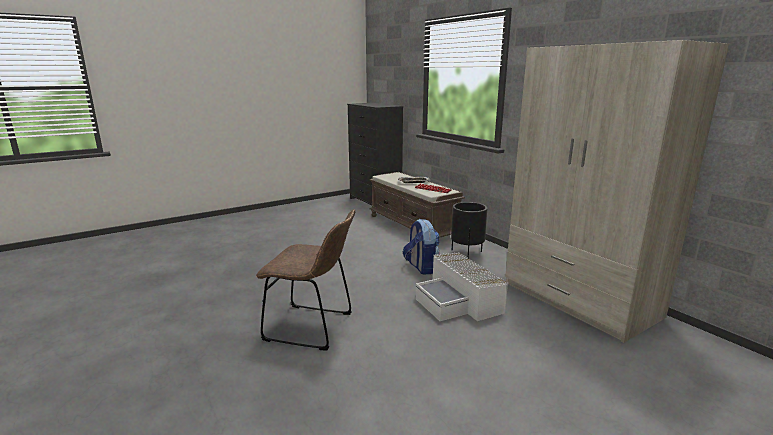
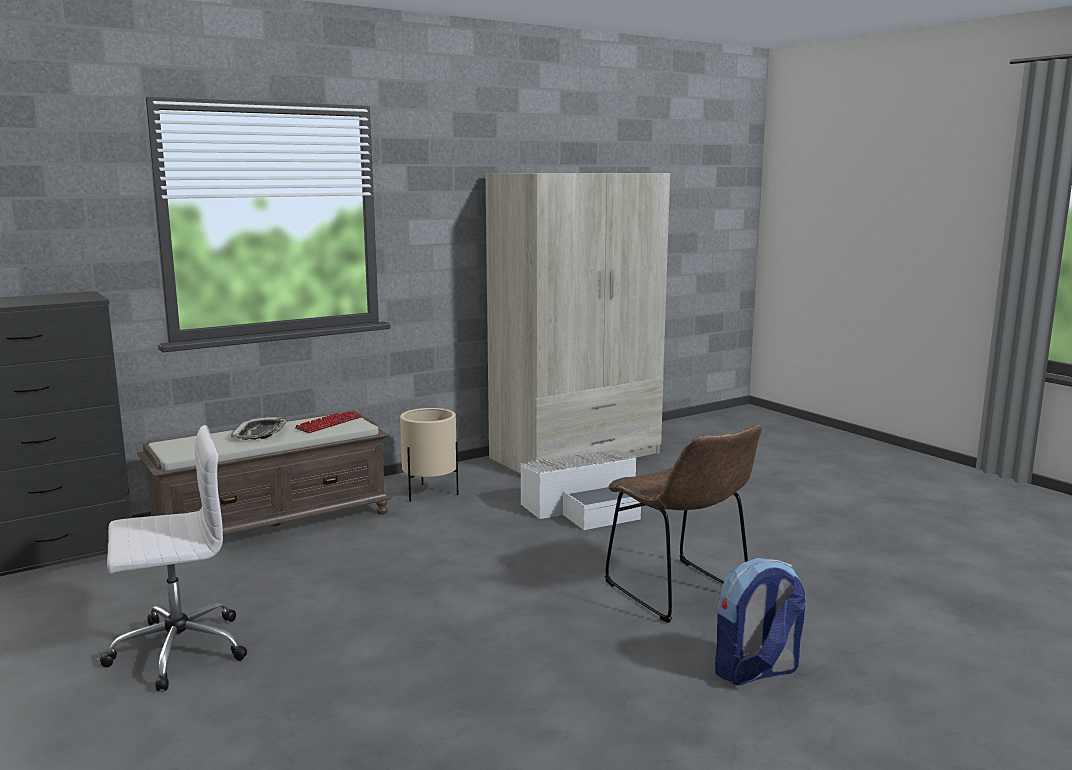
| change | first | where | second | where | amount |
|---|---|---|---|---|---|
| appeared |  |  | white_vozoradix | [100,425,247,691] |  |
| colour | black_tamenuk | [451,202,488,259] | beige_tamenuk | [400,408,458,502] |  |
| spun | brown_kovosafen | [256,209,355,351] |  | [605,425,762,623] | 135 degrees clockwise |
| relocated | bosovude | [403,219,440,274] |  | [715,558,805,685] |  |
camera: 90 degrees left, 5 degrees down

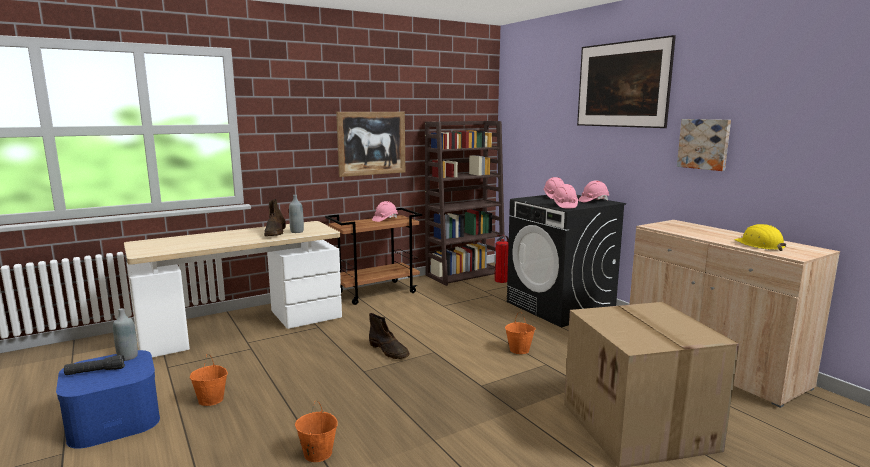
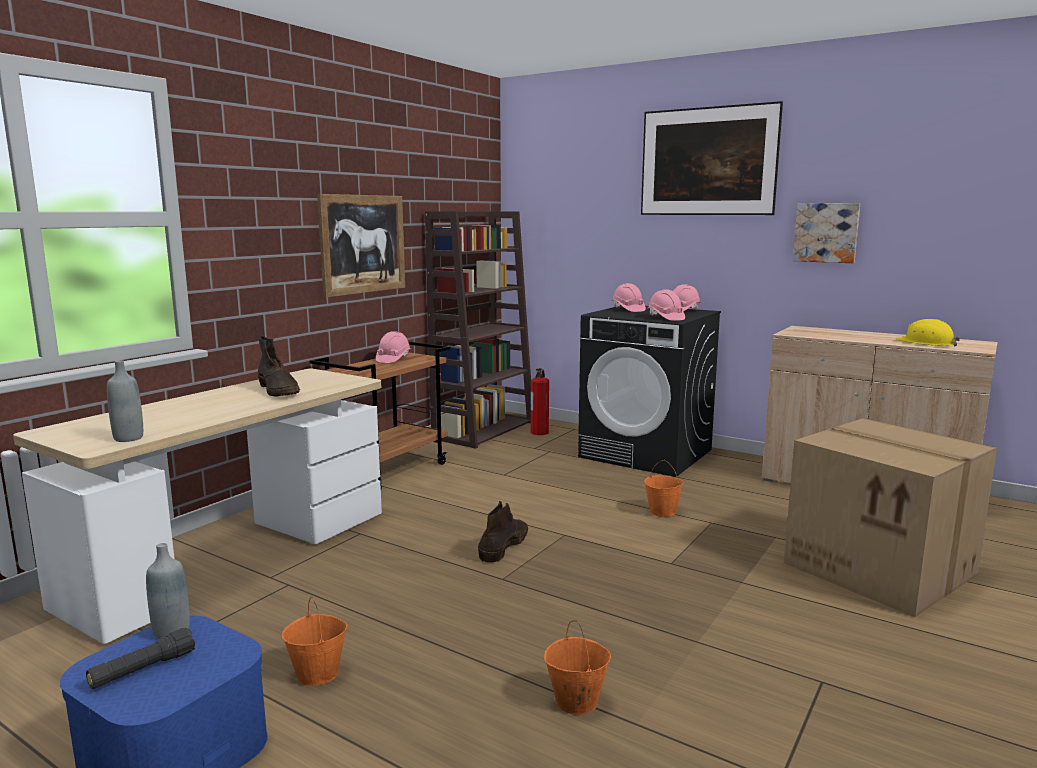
| change | first | where | second | where | amount |
|---|---|---|---|---|---|
| relocated | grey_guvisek | [289,195,304,233] |  | [107,360,143,442] |  |
| spun | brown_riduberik | [369,313,410,359] |  | [478,501,528,563] | 90 degrees counterclockwise |
camera: 25 degrees left, 0 degrees up

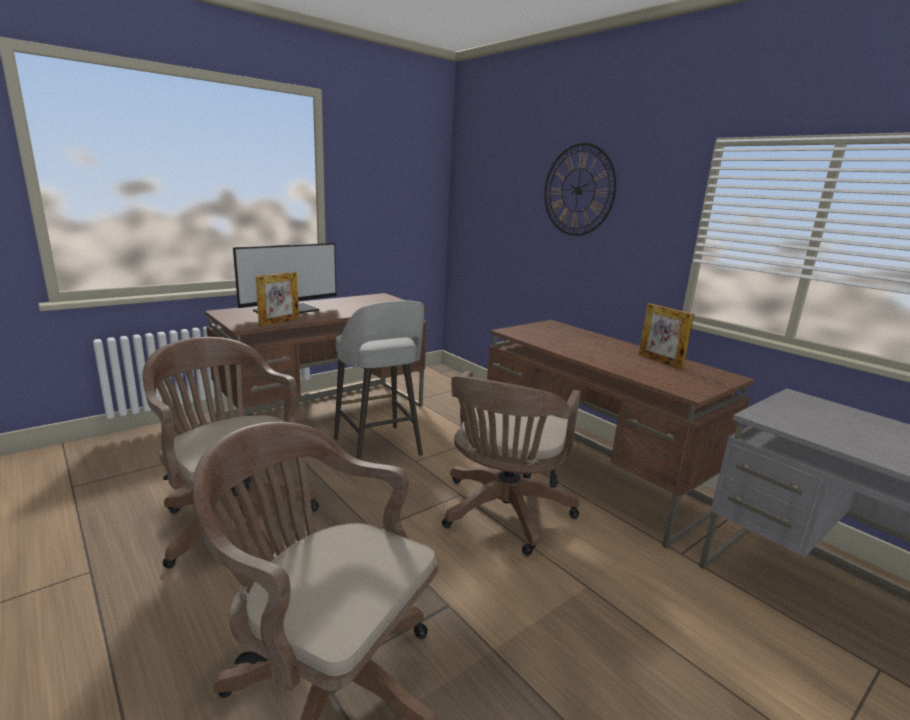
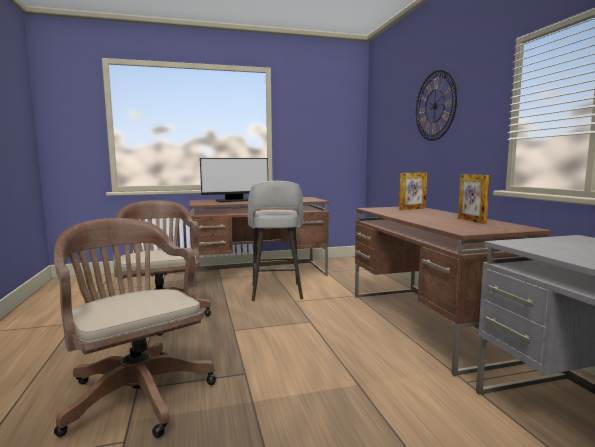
| change | first | where | second | where | amount |
|---|---|---|---|---|---|
| relocated | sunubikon | [256,272,299,326] |  | [399,172,427,210] |  |
| missing | brown_vozoradix | [442,371,580,556] |  |  |  |
camera: 25 degrees right, 10 degrees down

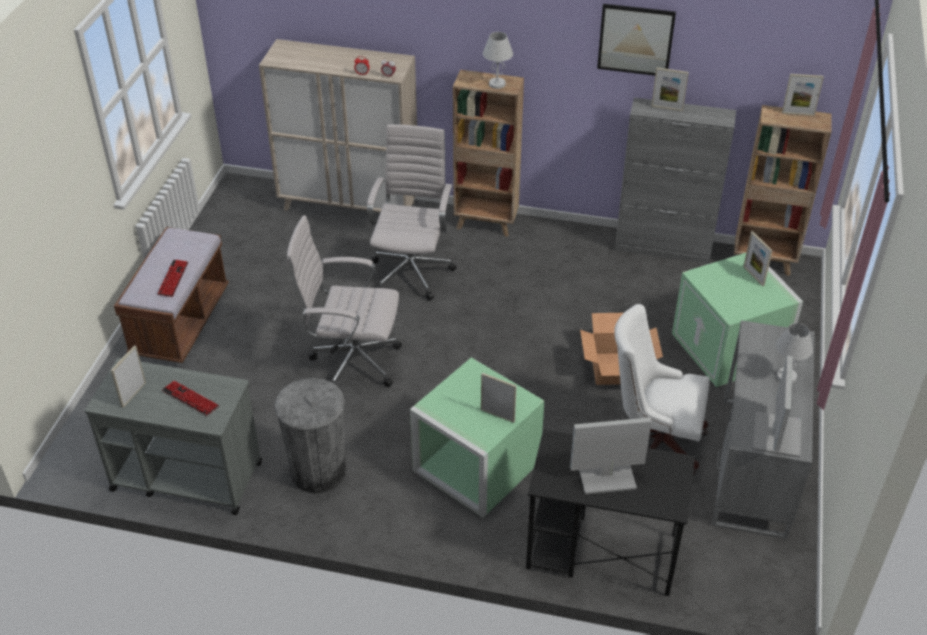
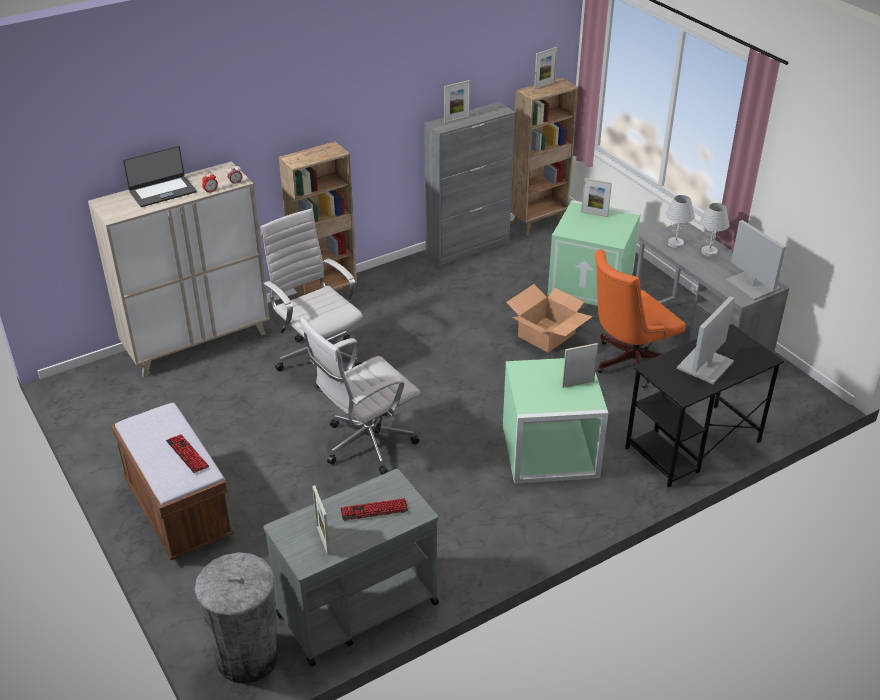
| change | first | where | second | where | amount |
|---|---|---|---|---|---|
| appeared |  |  | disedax | [123,146,197,207] |  |
| relocated | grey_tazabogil | [274,378,346,493] |  | [195,553,279,684] |  |
| colour | white_vozoradix | [614,304,710,475] | orange_vozoradix | [595,249,686,388] |  |
| relocated | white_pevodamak | [483,32,513,89] |  | [665,195,695,248] |  |
| missing | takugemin | [597,4,676,76] |  |  |  |
camera: 45 degrees left, 5 degrees down

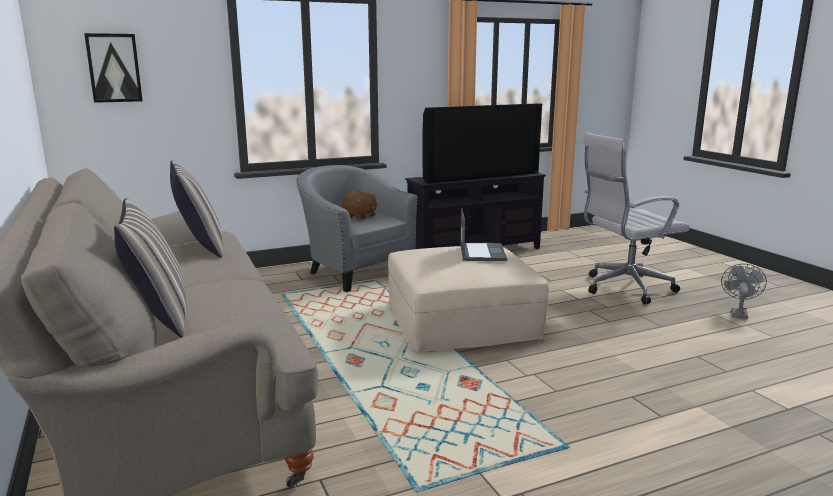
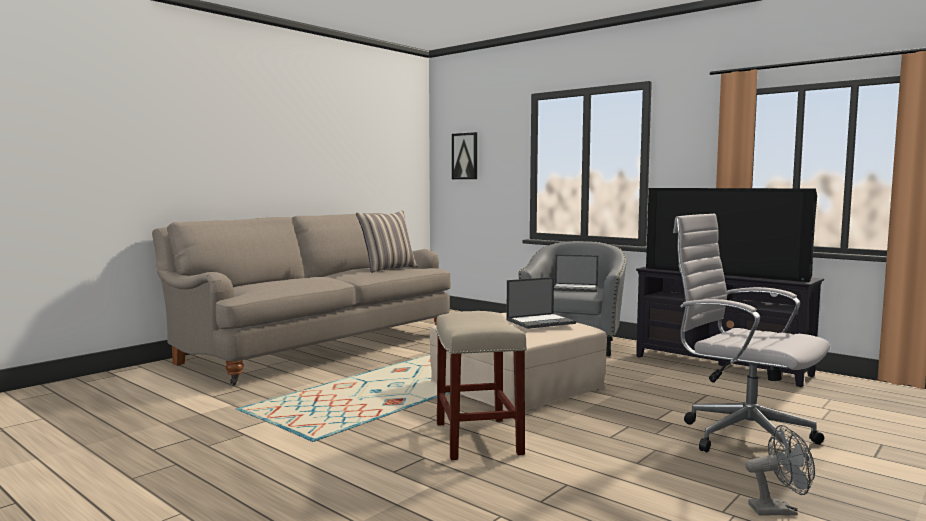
| change | first | where | second | where | amount |
|---|---|---|---|---|---|
| appeared |  |  | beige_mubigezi | [436,311,527,460] |  |
| exchanged | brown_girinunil | [342,191,377,220] | disedax | [554,254,598,292] |  |
| missing | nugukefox | [114,198,186,338] |  |  |  |
camera: 65 degrees right, 10 degrees down

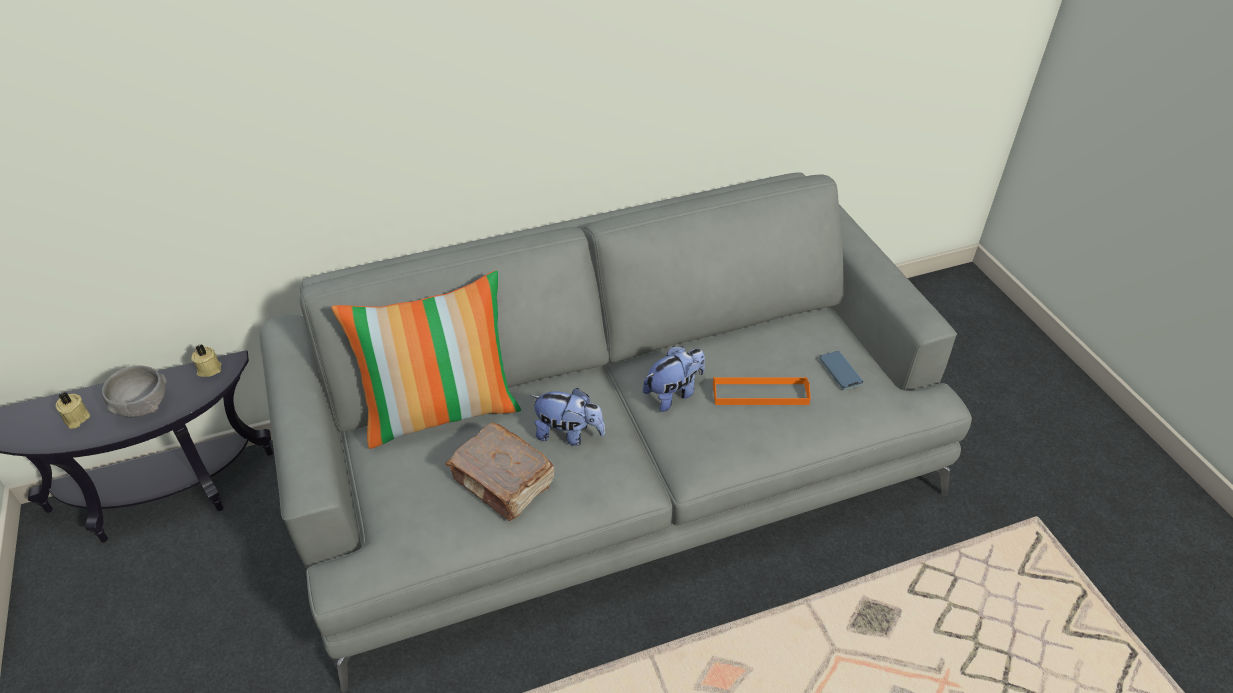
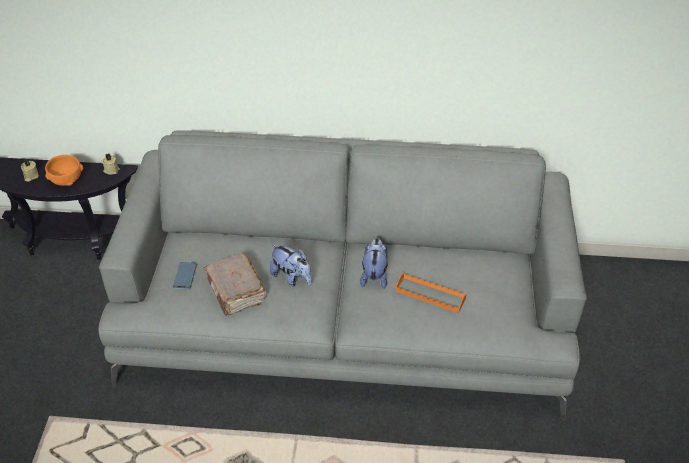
| change | first | where | second | where | amount |
|---|---|---|---|---|---|
| colour | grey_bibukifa | [102,365,167,418] | orange_bibukifa | [45,155,83,186] |  |
| relocated | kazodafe | [819,351,863,390] |  | [173,262,197,289] |  |
| spun | girinunil | [643,346,705,412] |  | [360,238,388,289] | 75 degrees counterclockwise |
| missing | nugukefox | [331,271,521,449] |  |  |  |
camera: 25 degrees right, 0 degrees up

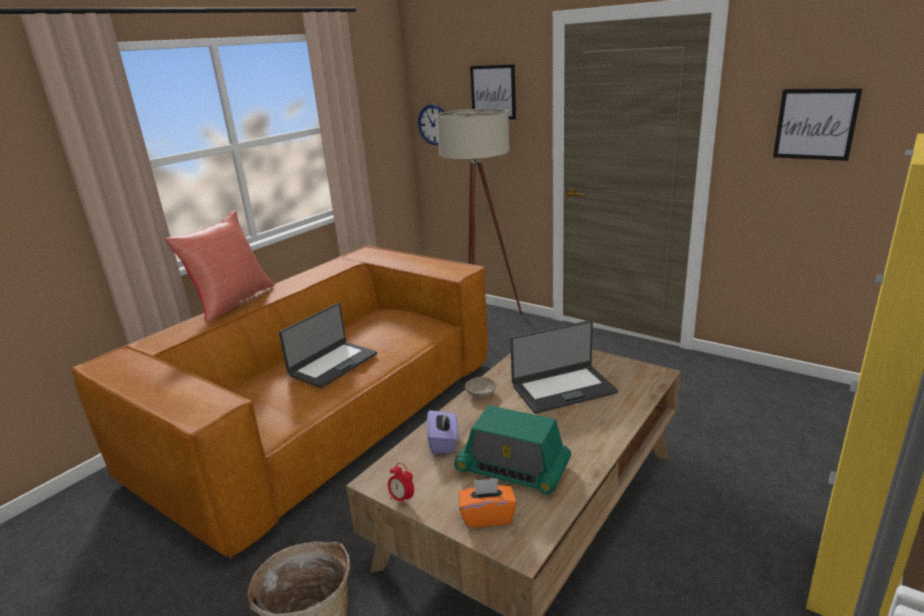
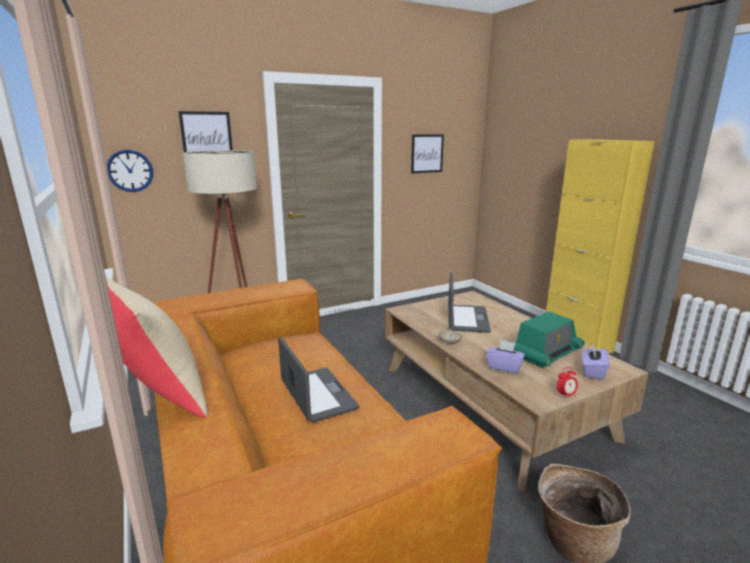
| change | first | where | second | where | amount |
|---|---|---|---|---|---|
| colour | red_nugukefox | [164,210,275,324] | beige_nugukefox | [106,276,208,418] |  |
| colour | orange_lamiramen | [459,478,517,528] | purple_lamiramen | [582,343,609,380] |  |
camera: 65 degrees left, 5 degrees down

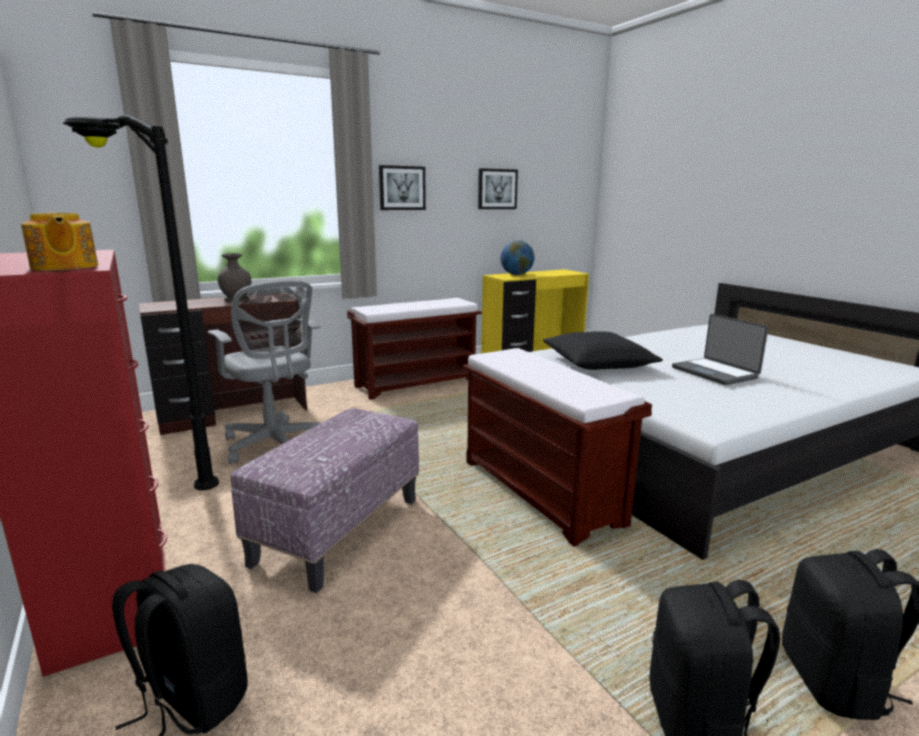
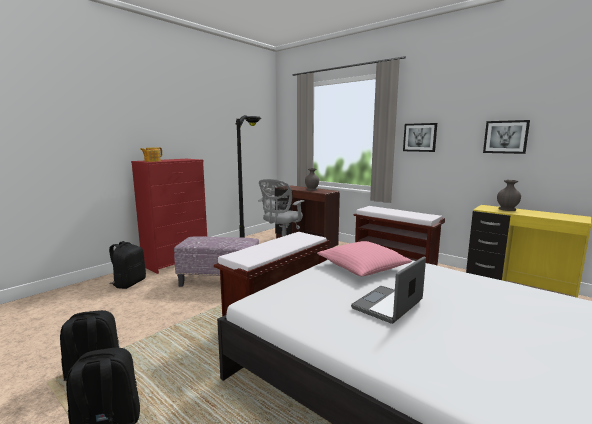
| change | first | where | second | where | amount |
|---|---|---|---|---|---|
| colour | black_nugukefox | [543,331,663,370] | pink_nugukefox | [317,241,412,276] |  |
| exchanged | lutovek | [500,240,534,275] | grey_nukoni | [497,180,521,211] |  |
camera: 70 degrees right, 5 degrees down

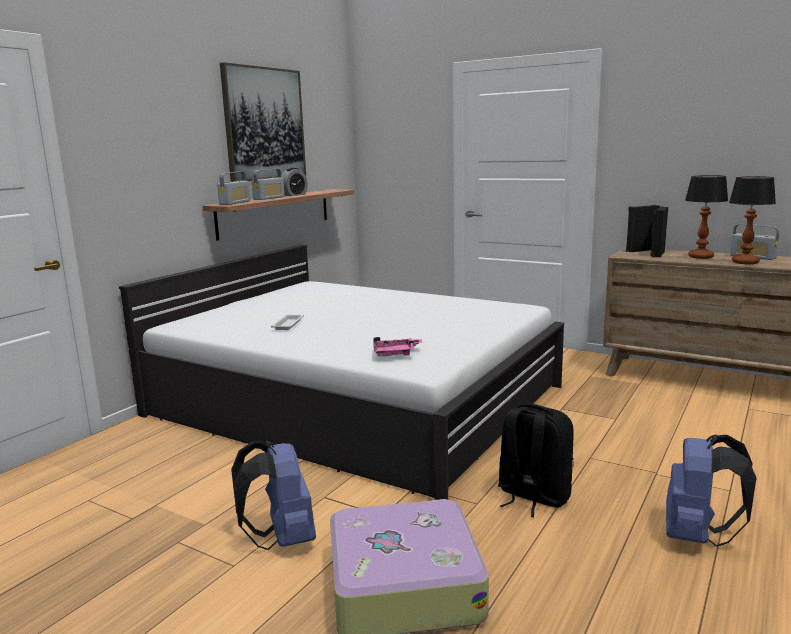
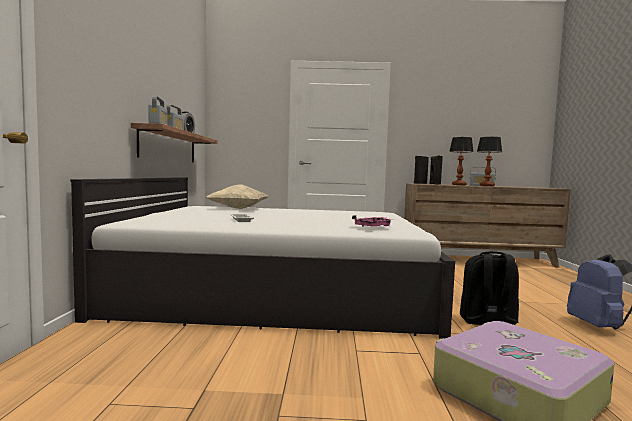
| change | first | where | second | where | amount |
|---|---|---|---|---|---|
| appeared |  |  | beige_nugukefox | [206,184,268,209] |  |
| missing | takugemin | [220,62,306,182] |  |  |  |
| missing | blue_bosovude | [231,441,316,550] |  |  |  |
camera: 30 degrees left, 10 degrees down

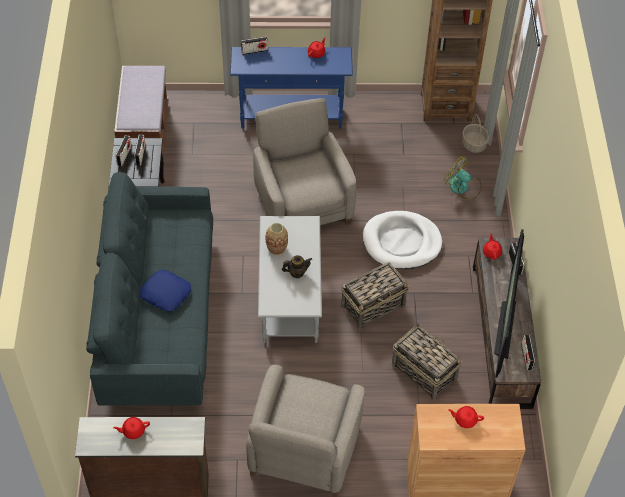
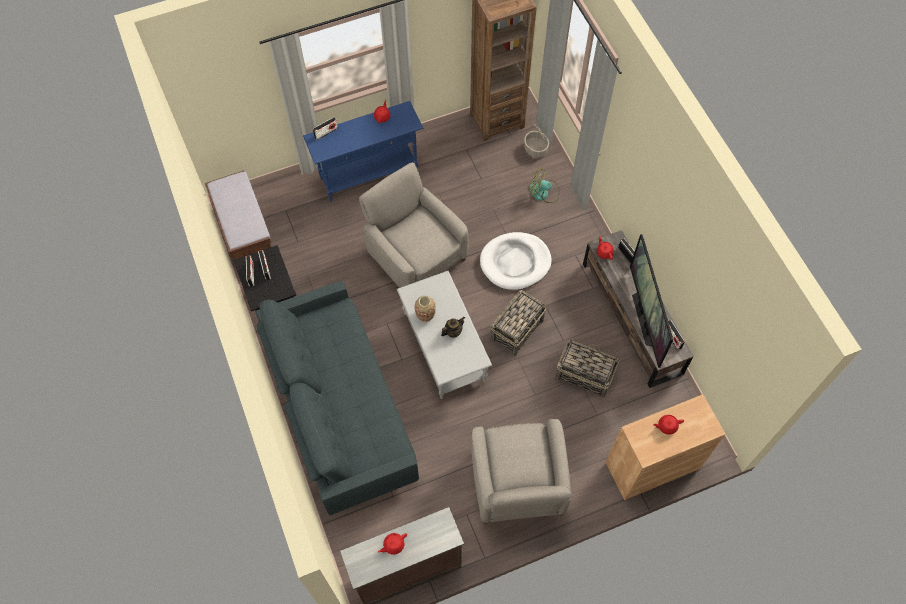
| change | first | where | second | where | amount |
|---|---|---|---|---|---|
| missing | blue_nugukefox | [140,270,191,311] |  |  |  |
camera: 20 degrees left, 10 degrees up

